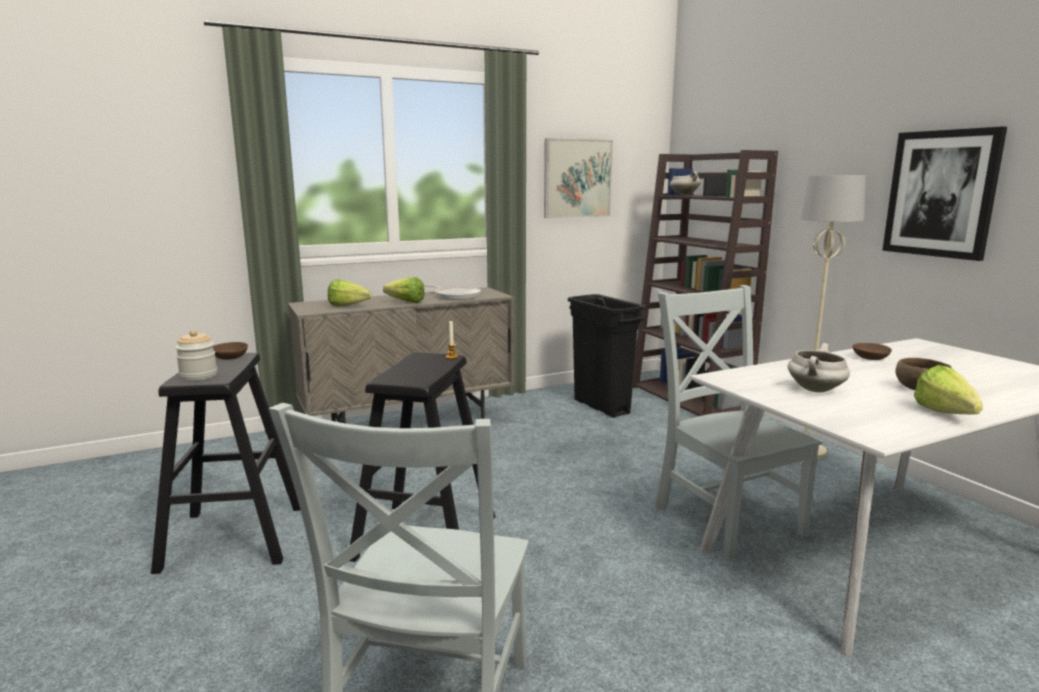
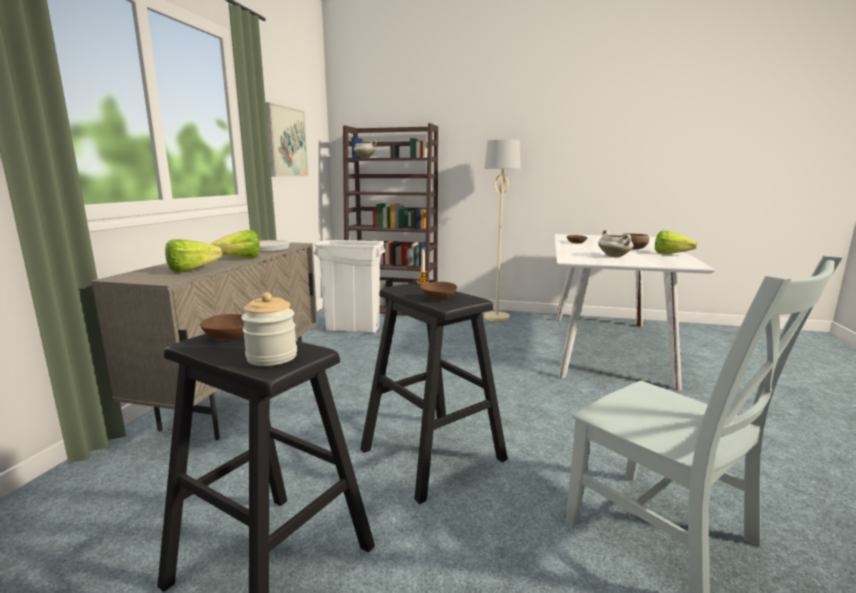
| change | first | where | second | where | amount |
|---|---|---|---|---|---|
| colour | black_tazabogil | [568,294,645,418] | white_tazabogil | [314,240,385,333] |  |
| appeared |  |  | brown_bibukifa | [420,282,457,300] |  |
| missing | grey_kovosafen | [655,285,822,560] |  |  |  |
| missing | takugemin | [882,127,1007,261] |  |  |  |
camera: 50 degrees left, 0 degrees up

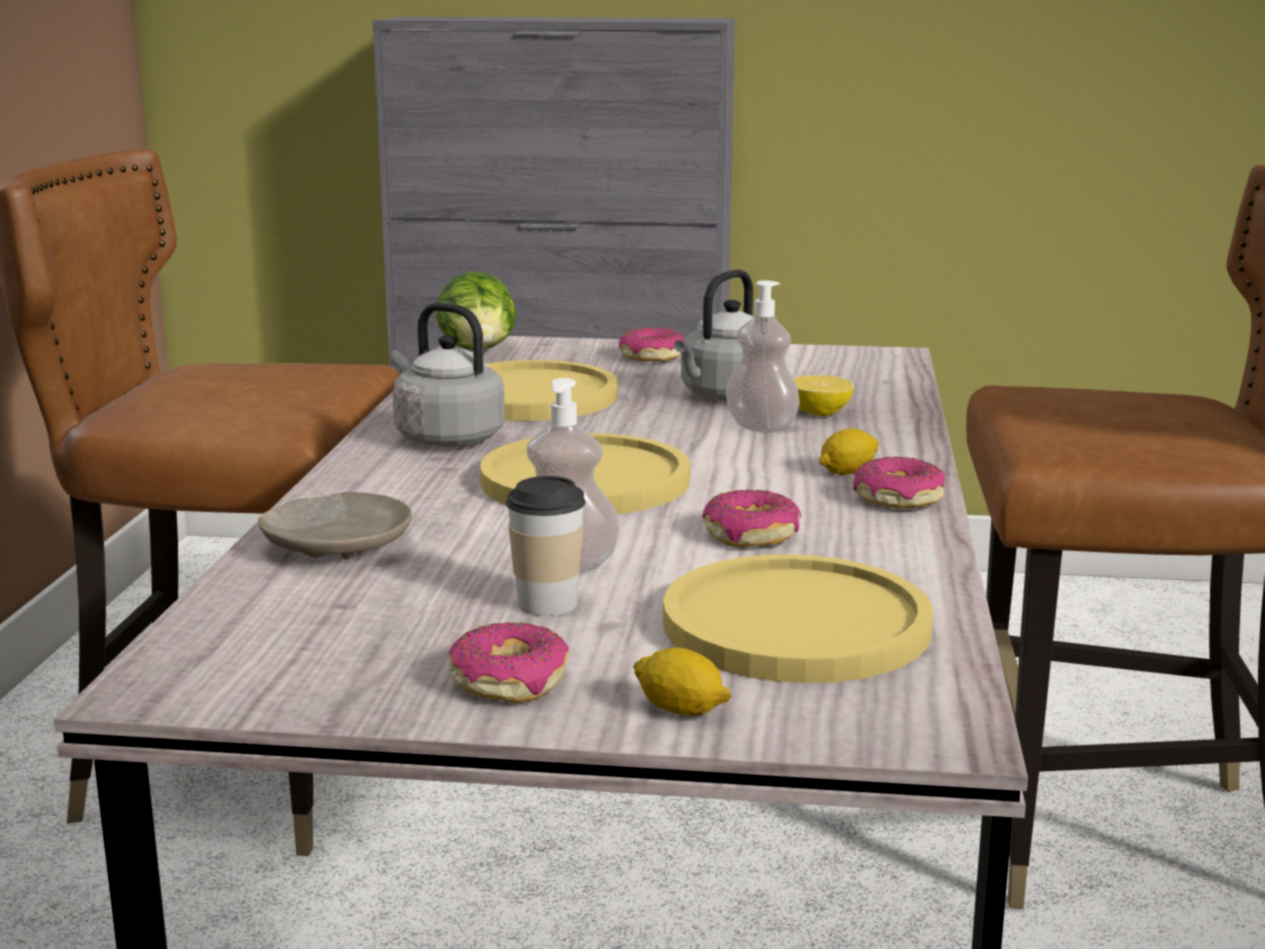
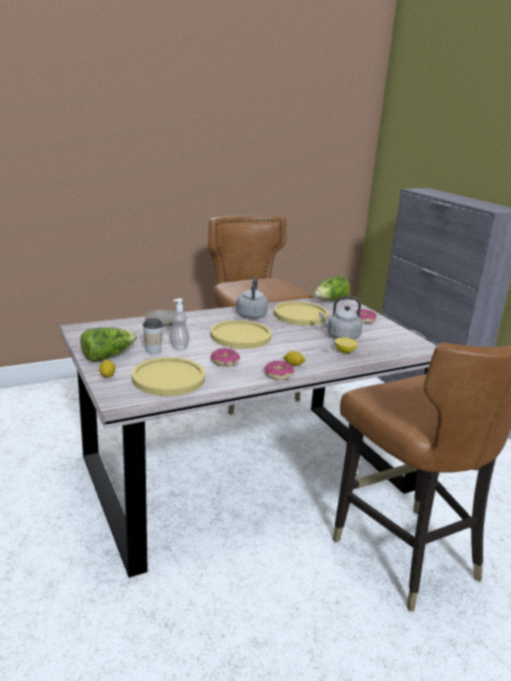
| change | first | where | second | where | amount |
|---|---|---|---|---|---|
| exchanged | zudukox | [449,622,569,703] | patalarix | [80,327,137,362] |  |
| missing | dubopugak | [726,281,800,433] |  |  |  |
camera: 55 degrees right, 5 degrees up

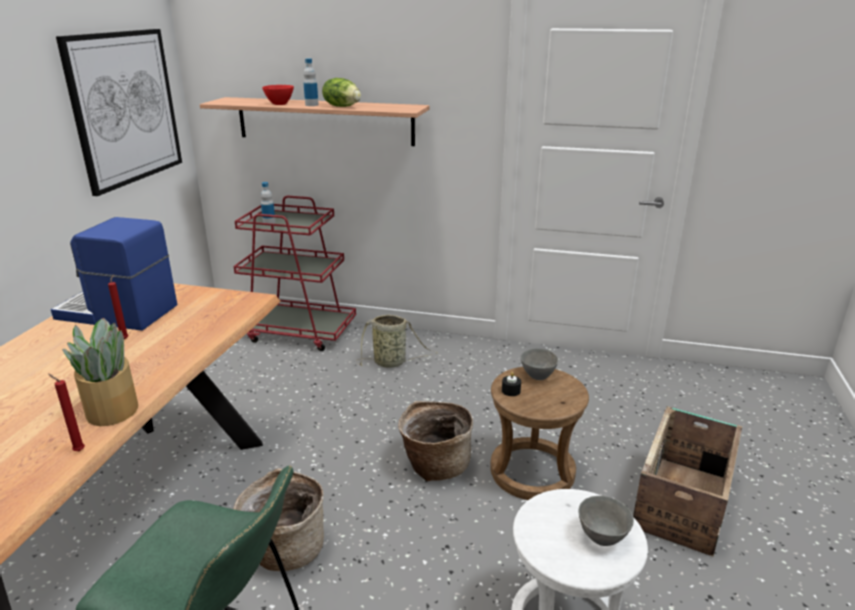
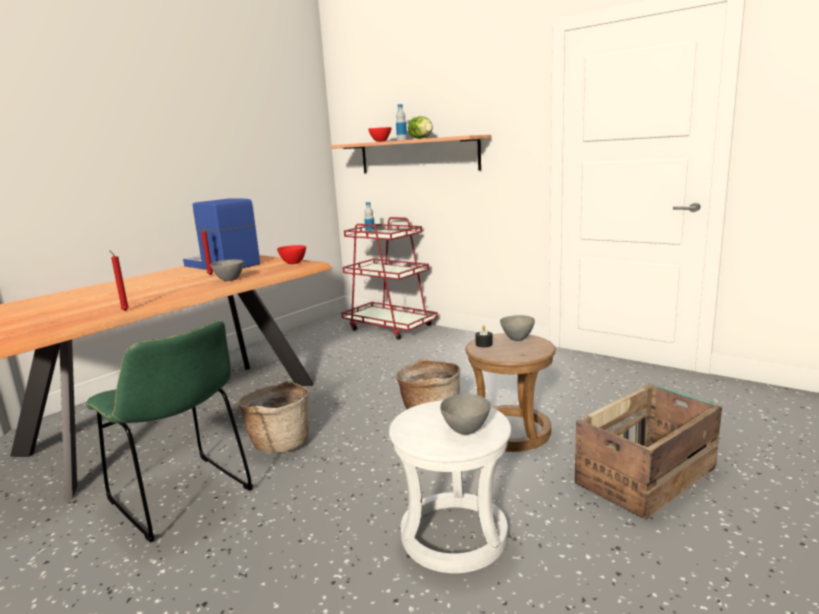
| change | first | where | second | where | amount |
|---|---|---|---|---|---|
| appeared |  |  | grey_bibukifa | [210,259,244,281] |  |
| appeared |  |  | red_bibukifa | [277,245,306,264] |  |
| missing | takugemin | [56,29,182,196] |  |  |  |
| missing | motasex | [62,318,138,426] |  |  |  |
| missing | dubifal | [356,314,438,368] |  |  |  |
camera: 25 degrees right, 10 degrees down

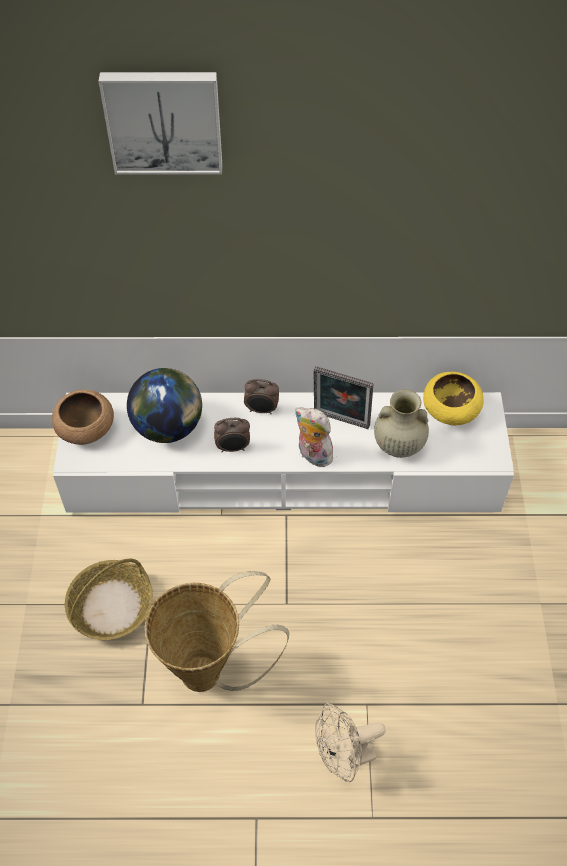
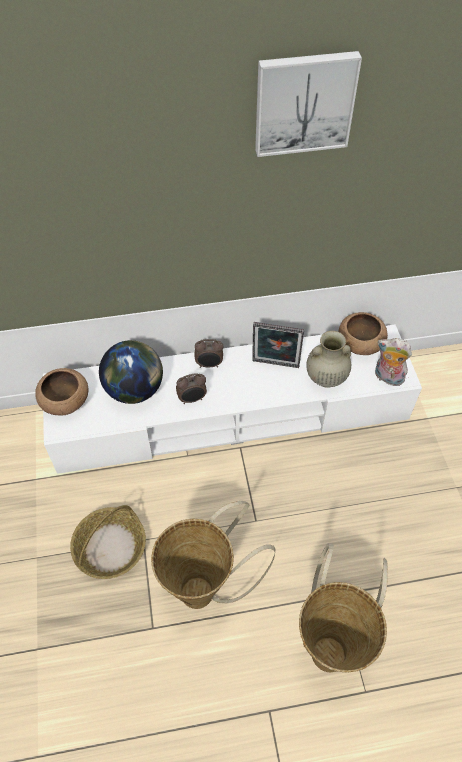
| change | first | where | second | where | amount |
|---|---|---|---|---|---|
| relocated | takugemin | [99,72,222,175] |  | [255,51,362,157] |  |
| exchanged | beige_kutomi | [315,703,386,782] | dubifal | [299,543,388,673] |  |
| colour | yellow_bibukifa | [423,372,484,425] | brown_bibukifa | [339,312,388,355] |  |
| relocated | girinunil | [295,407,335,467] |  | [375,338,412,386] |  |
camera: 10 degrees left, 0 degrees up

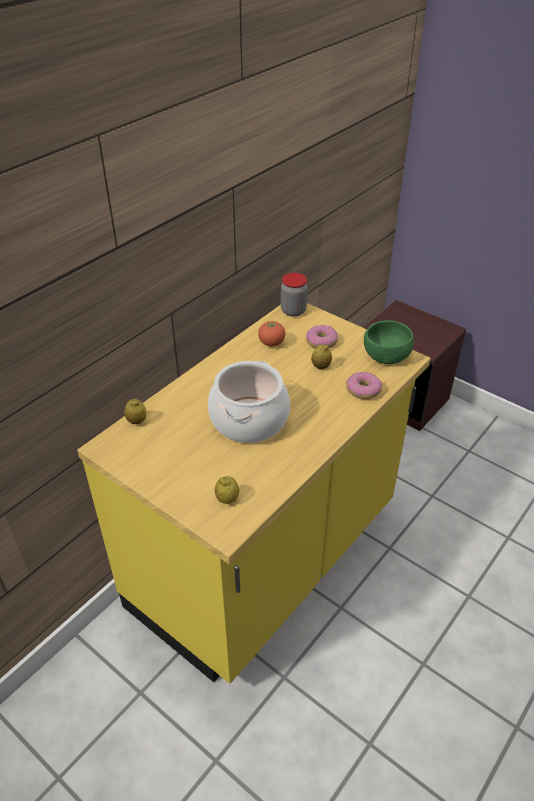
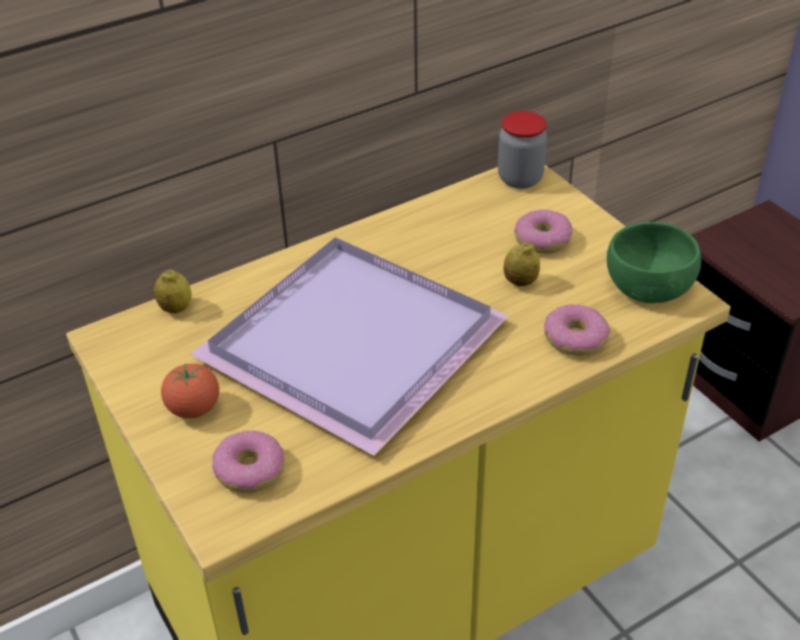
| change | first | where | second | where | amount |
|---|---|---|---|---|---|
| relocated | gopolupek | [258,321,285,346] |  | [161,363,219,418] |  |
| exchanged | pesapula | [208,361,290,443] | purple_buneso | [190,237,508,456] |  |
| exchanged | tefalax | [215,476,239,504] | zudukox | [212,430,284,493] |  |
camera: 20 degrees right, 0 degrees up

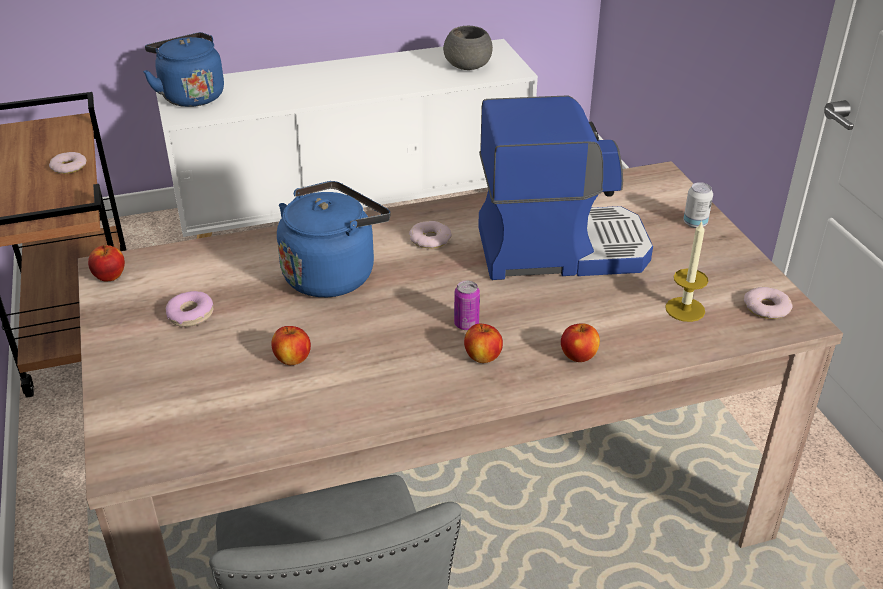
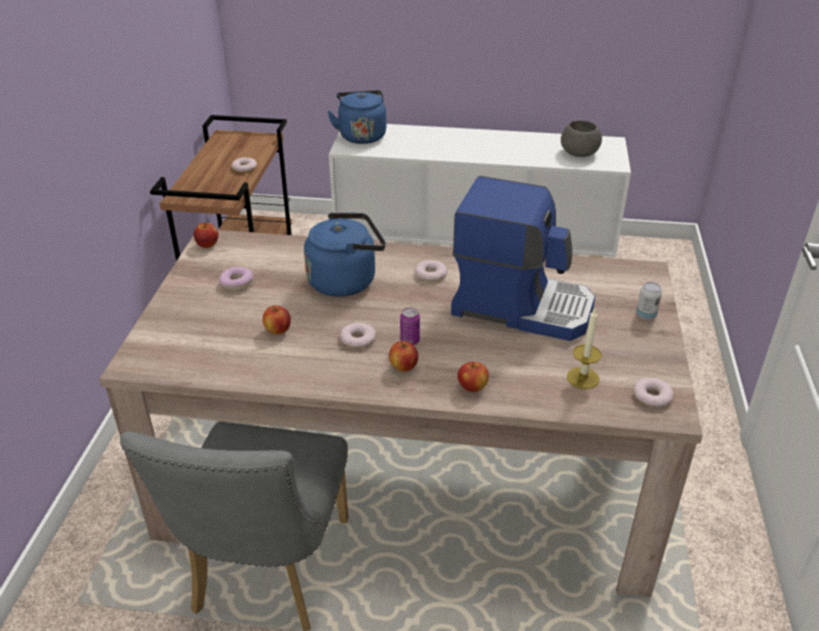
| change | first | where | second | where | amount |
|---|---|---|---|---|---|
| appeared |  |  | zudukox | [340,323,376,348] |  |
camera: 25 degrees right, 0 degrees up

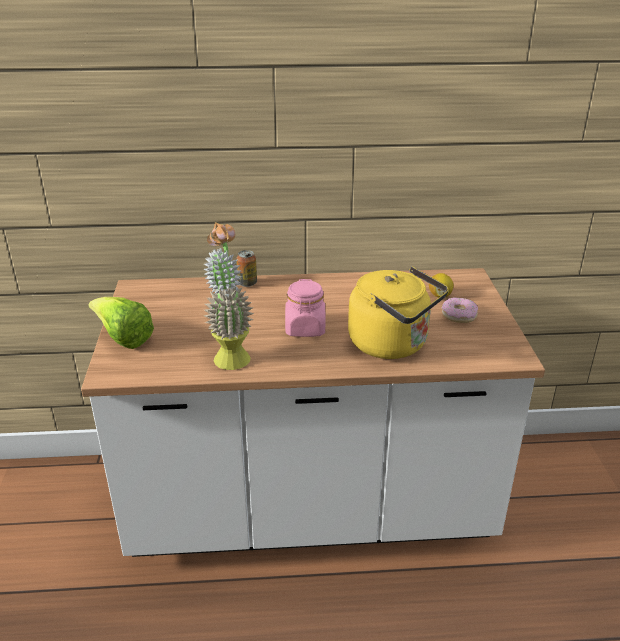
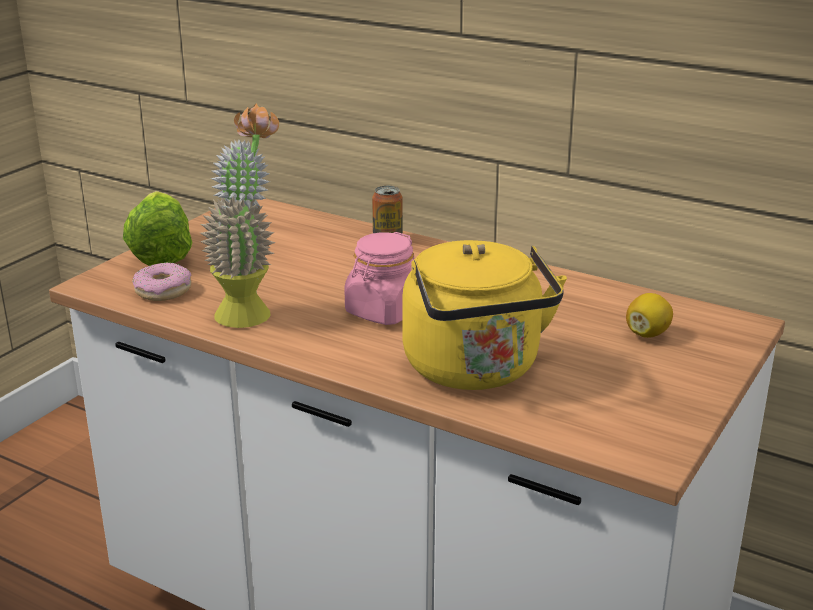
| change | first | where | second | where | amount |
|---|---|---|---|---|---|
| relocated | zudukox | [442,298,478,323] |  | [132,262,192,301] |  |
camera: 35 degrees right, 5 degrees down

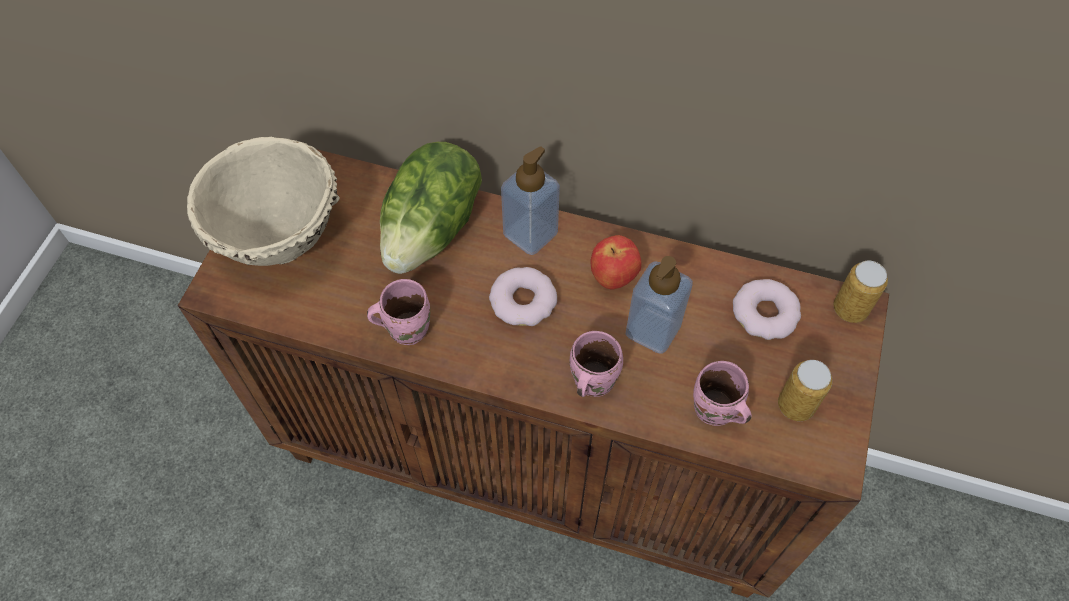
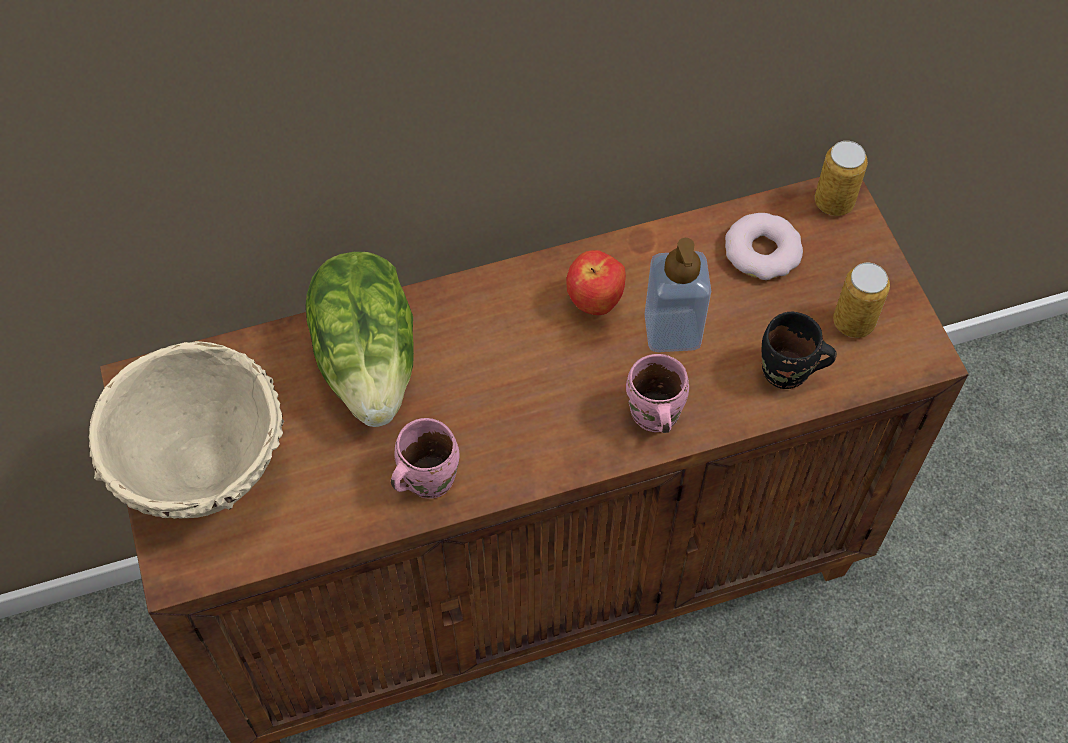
| change | first | where | second | where | amount |
|---|---|---|---|---|---|
| colour | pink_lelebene | [693,361,752,426] | black_lelebene | [762,312,837,389] |  |
| missing | zudukox | [489,267,557,326] |  |  |  |
| missing | dubopugak | [501,146,560,255] |  |  |  |
camera: 35 degrees left, 0 degrees up

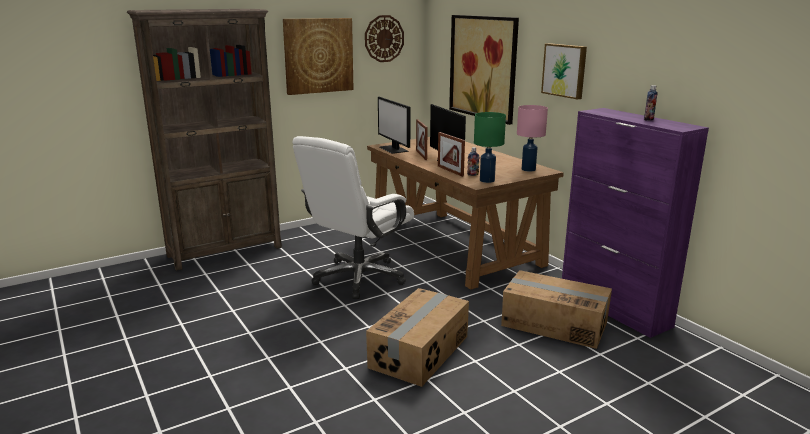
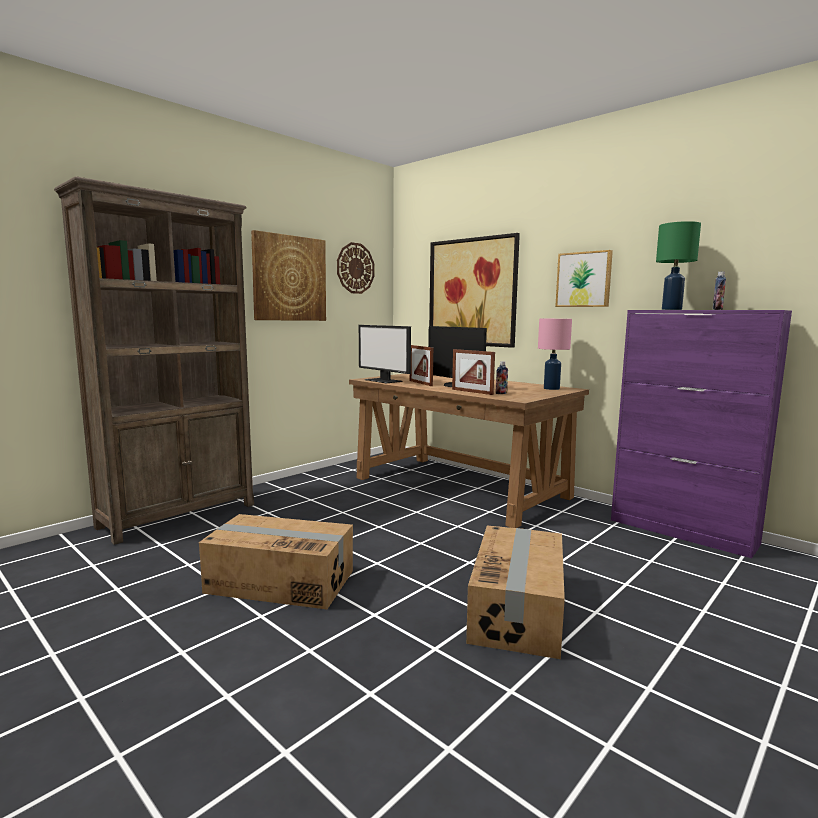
| change | first | where | second | where | amount |
|---|---|---|---|---|---|
| relocated | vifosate | [501,270,612,349] |  | [199,514,353,609] |  |
| relocated | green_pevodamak | [474,112,506,183] |  | [656,221,701,310] |  |
| missing | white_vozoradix | [293,136,414,299] |  |  |  |
camera: 15 degrees left, 10 degrees down

